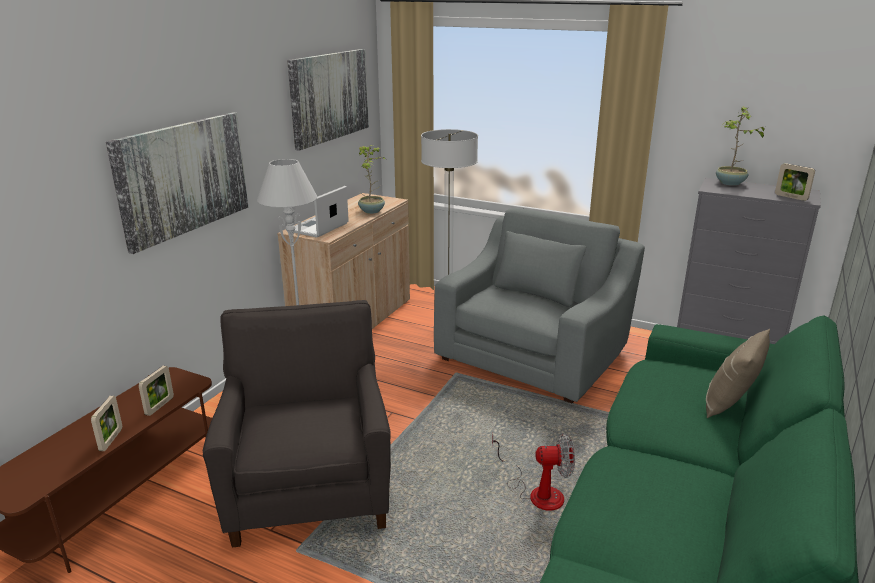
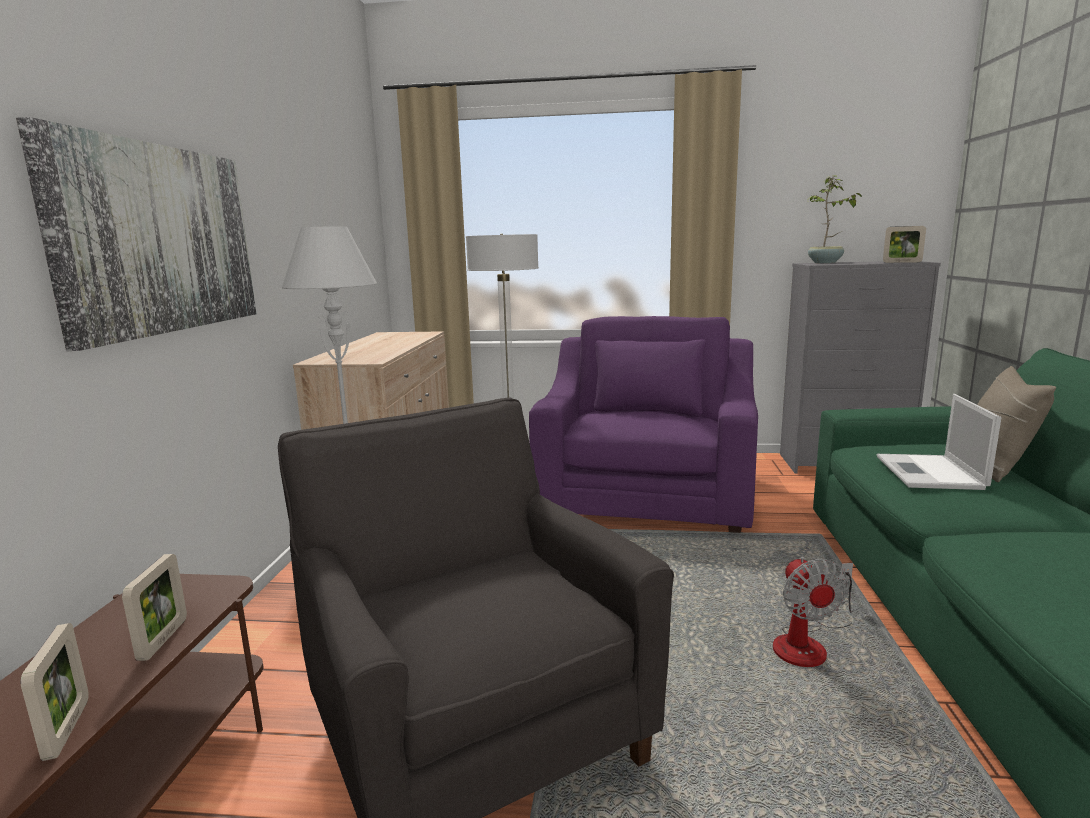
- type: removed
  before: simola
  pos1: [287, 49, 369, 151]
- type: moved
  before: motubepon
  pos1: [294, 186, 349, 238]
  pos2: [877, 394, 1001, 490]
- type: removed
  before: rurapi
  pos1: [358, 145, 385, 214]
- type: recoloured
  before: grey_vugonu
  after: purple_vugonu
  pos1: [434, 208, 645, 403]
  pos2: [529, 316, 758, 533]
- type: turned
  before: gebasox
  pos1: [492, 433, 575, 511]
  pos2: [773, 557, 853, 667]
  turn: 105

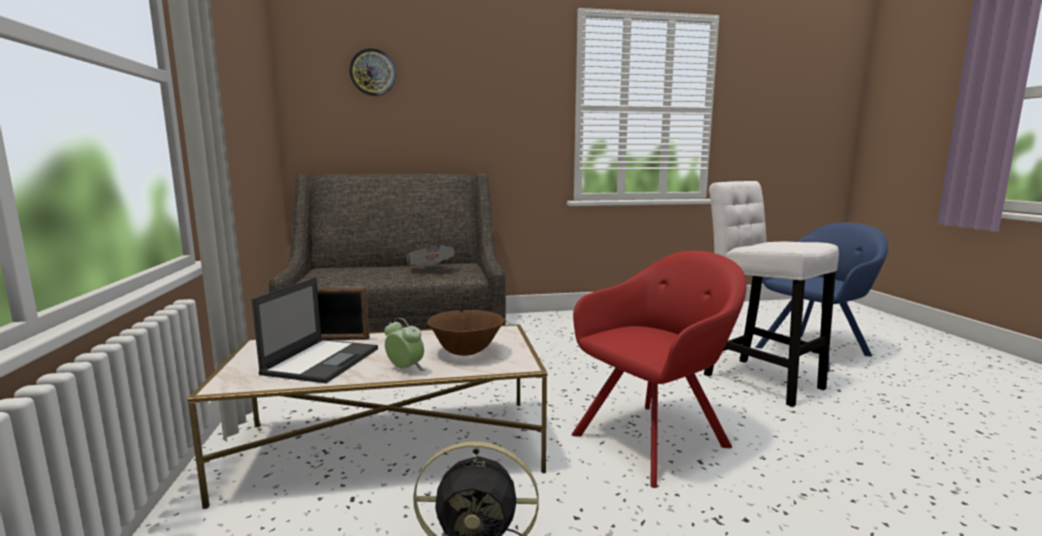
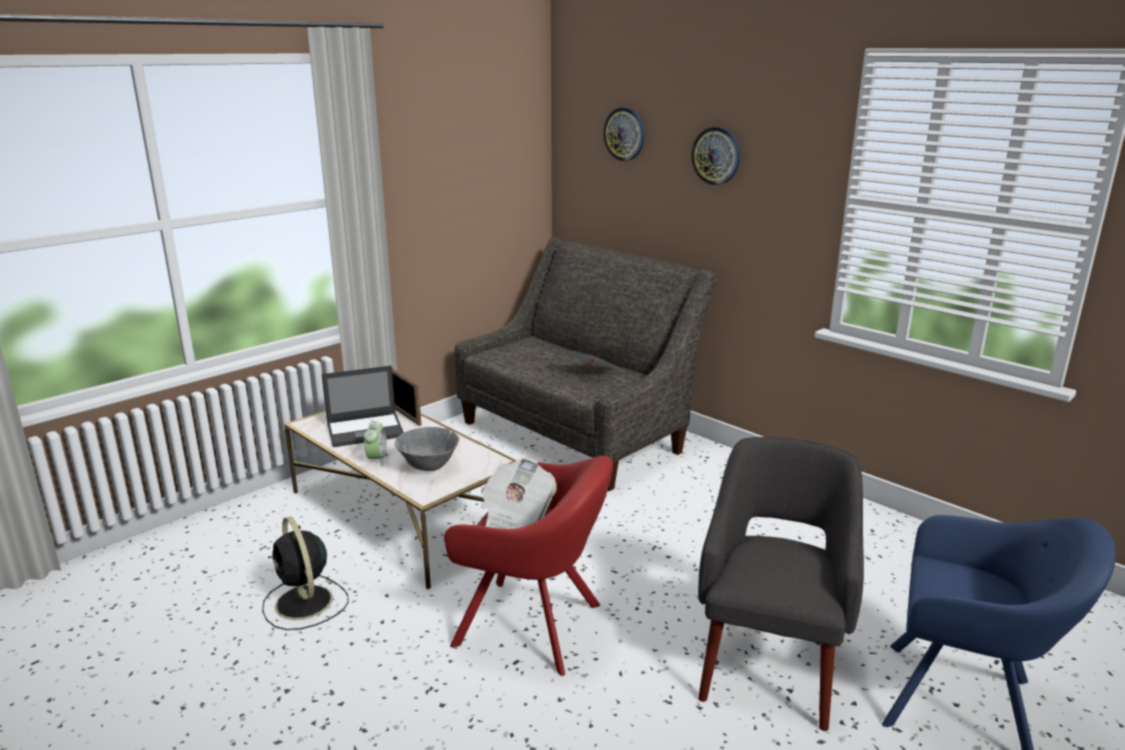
- type: recoloured
  before: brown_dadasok
  after: grey_dadasok
  pos1: [427, 310, 504, 356]
  pos2: [394, 427, 459, 471]
- type: replaced
  before: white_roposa
  after: grey_vugonu
  pos1: [704, 181, 839, 407]
  pos2: [698, 437, 864, 731]
- type: added
  after: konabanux
  pos2: [481, 458, 557, 529]
- type: added
  after: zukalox
  pos2: [691, 127, 740, 185]

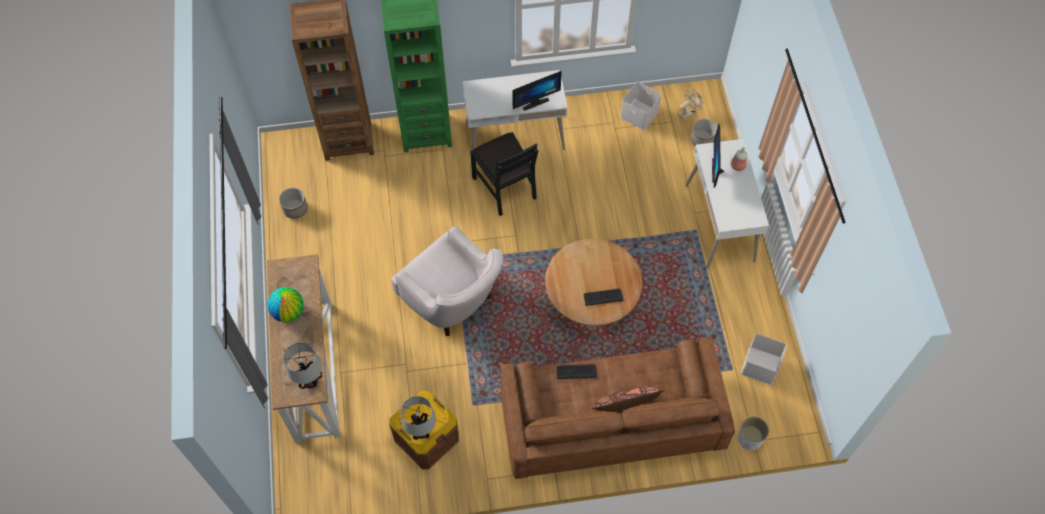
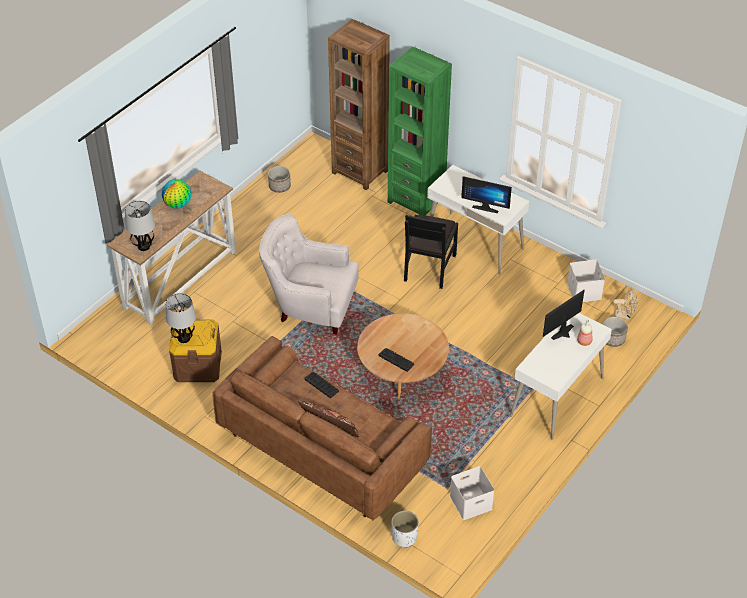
- type: turned
  before: white_vugonu
  pos1: [391, 226, 503, 336]
  pos2: [259, 214, 359, 335]
  turn: 105

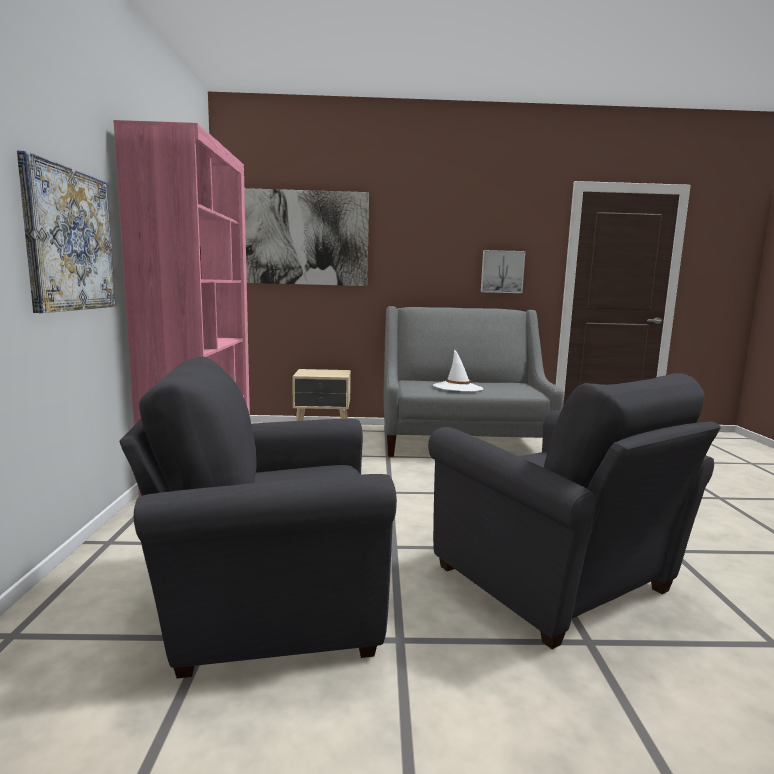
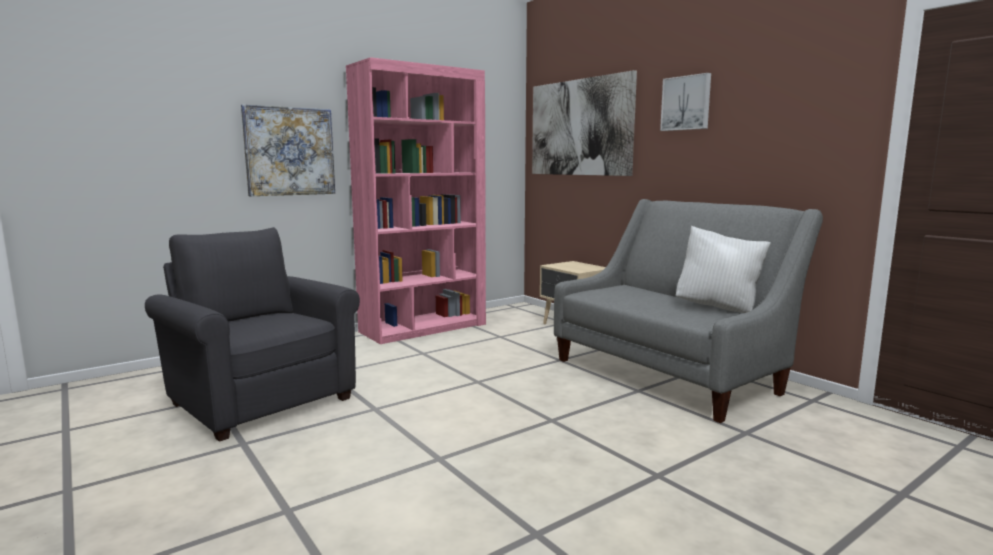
- type: removed
  before: grey_vugonu
  pos1: [428, 373, 721, 649]
- type: removed
  before: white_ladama
  pos1: [433, 350, 483, 391]
- type: moved
  before: simola
  pos1: [481, 250, 525, 293]
  pos2: [660, 73, 711, 131]
- type: added
  after: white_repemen
  pos2: [676, 226, 771, 313]

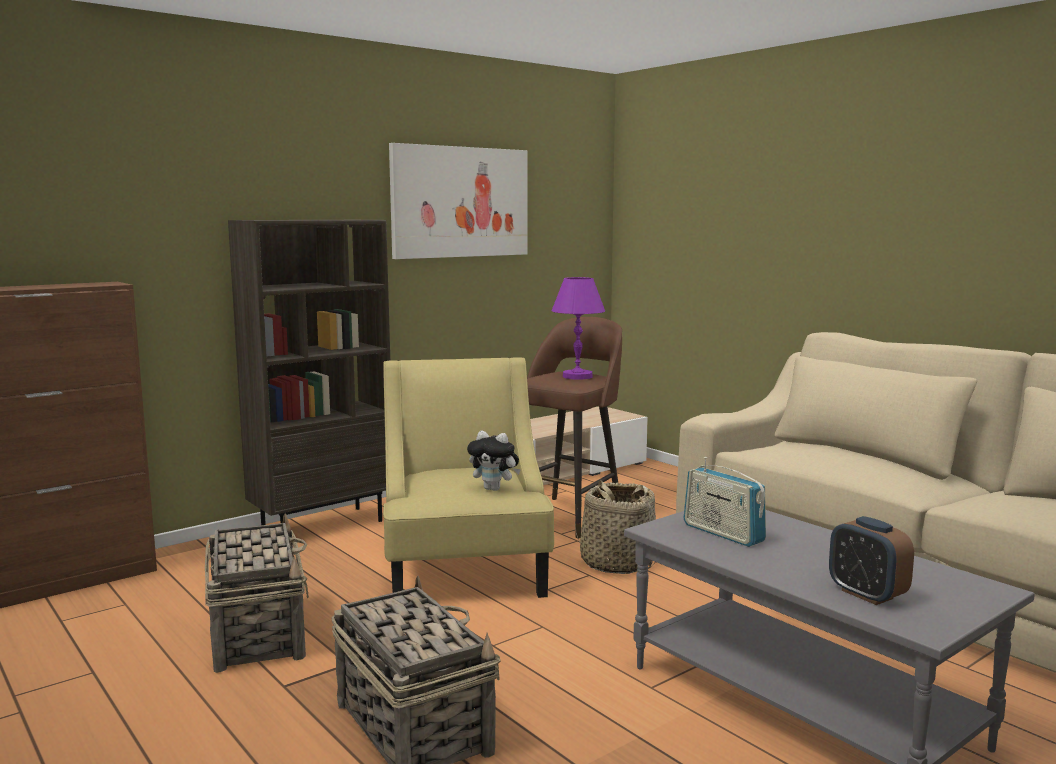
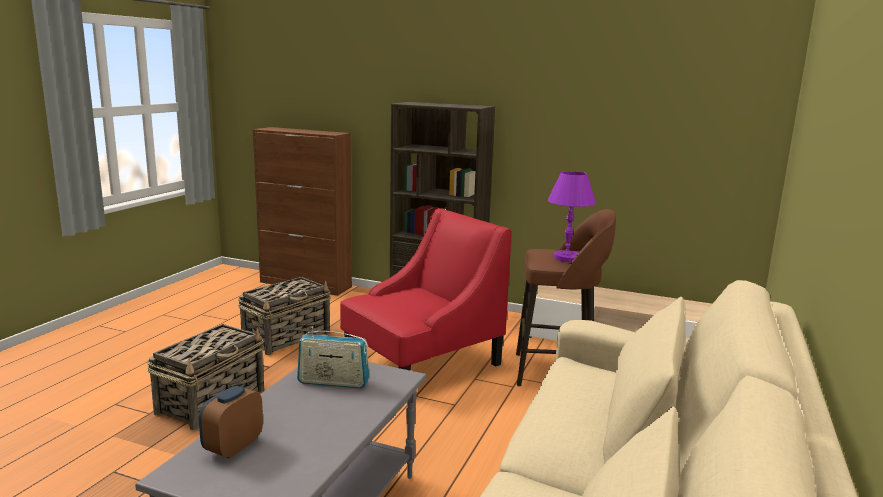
- type: recoloured
  before: yellow_vugonu
  after: red_vugonu
  pos1: [383, 357, 554, 598]
  pos2: [340, 208, 512, 371]
- type: removed
  before: simola
  pos1: [389, 143, 528, 259]
- type: removed
  before: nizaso
  pos1: [467, 431, 521, 491]
- type: removed
  before: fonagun
  pos1: [575, 480, 657, 574]
- type: turned
  before: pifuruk
  pos1: [684, 457, 766, 547]
  pos2: [297, 326, 369, 388]
  turn: -105

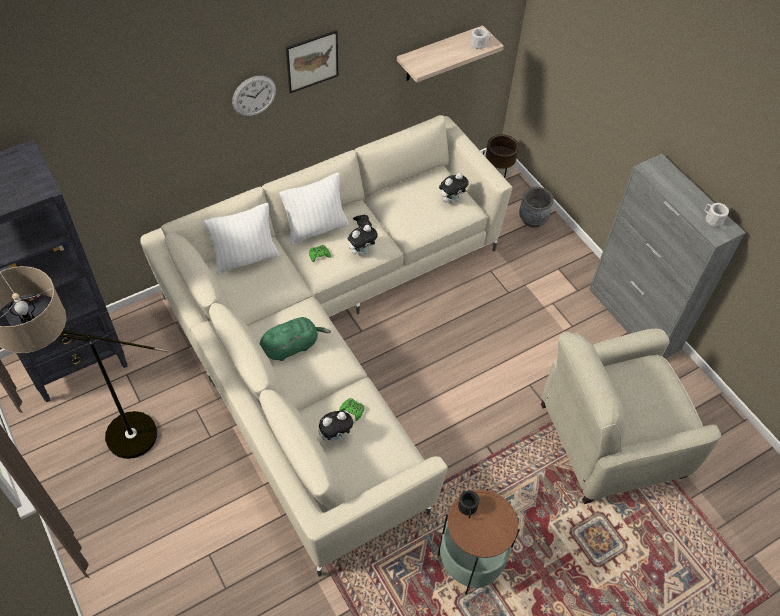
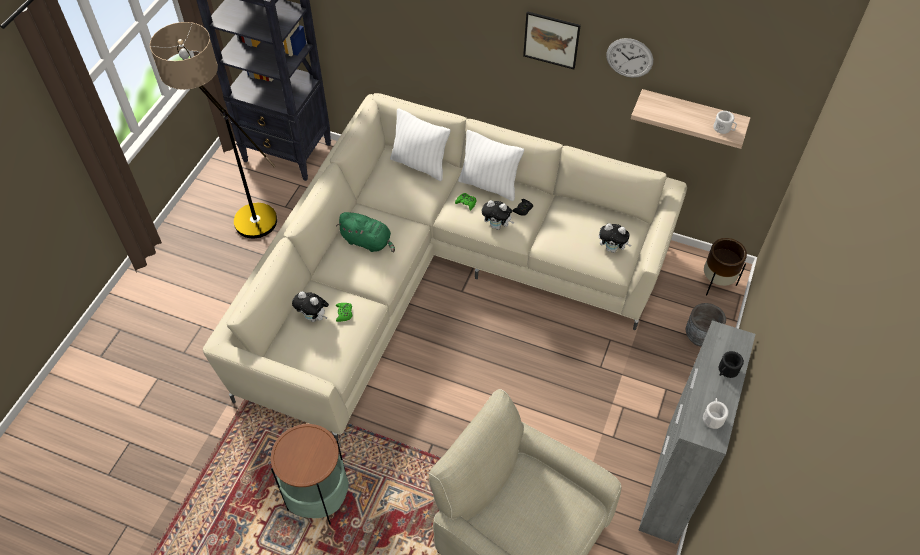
- type: moved
  before: zukalox
  pos1: [232, 76, 276, 116]
  pos2: [606, 38, 653, 78]
- type: moved
  before: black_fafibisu
  pos1: [458, 490, 479, 518]
  pos2: [719, 351, 744, 378]

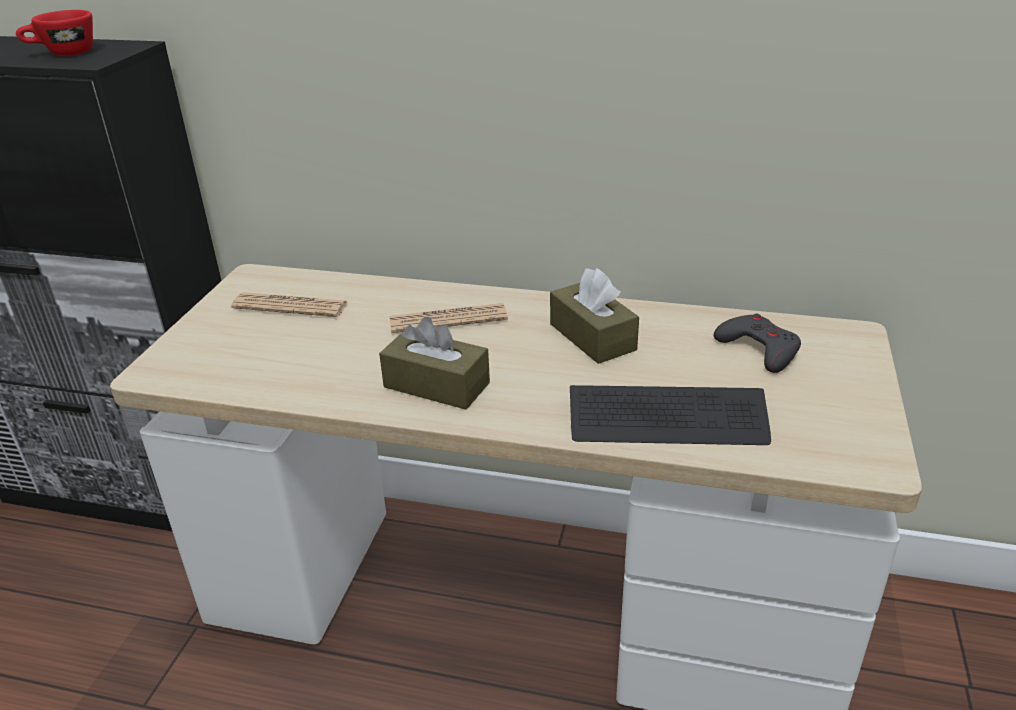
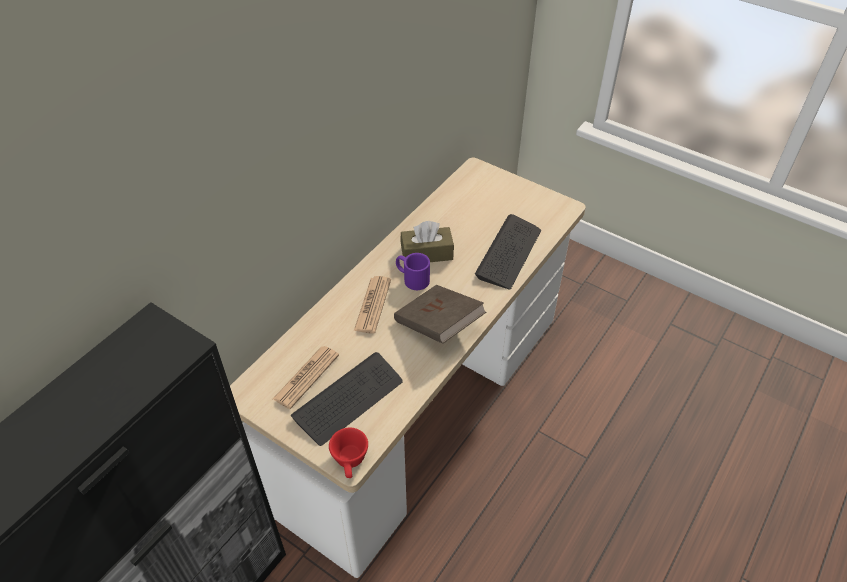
- type: moved
  before: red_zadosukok
  pos1: [16, 10, 93, 56]
  pos2: [329, 428, 368, 478]
- type: replaced
  before: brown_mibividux
  after: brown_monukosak
  pos1: [379, 316, 490, 410]
  pos2: [394, 285, 486, 344]
- type: removed
  before: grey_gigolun
  pos1: [714, 314, 801, 373]
- type: added
  after: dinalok
  pos2: [291, 352, 403, 446]
- type: added
  after: purple_fafibisu
  pos2: [396, 253, 430, 290]

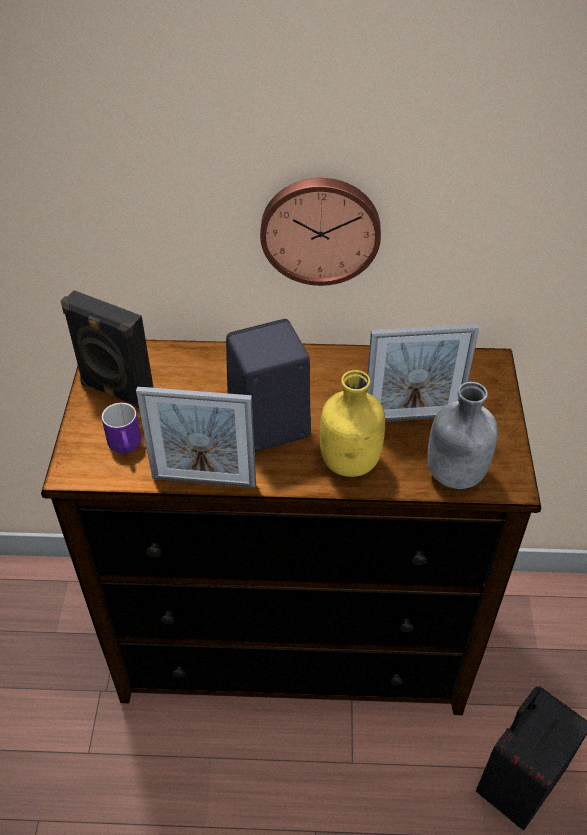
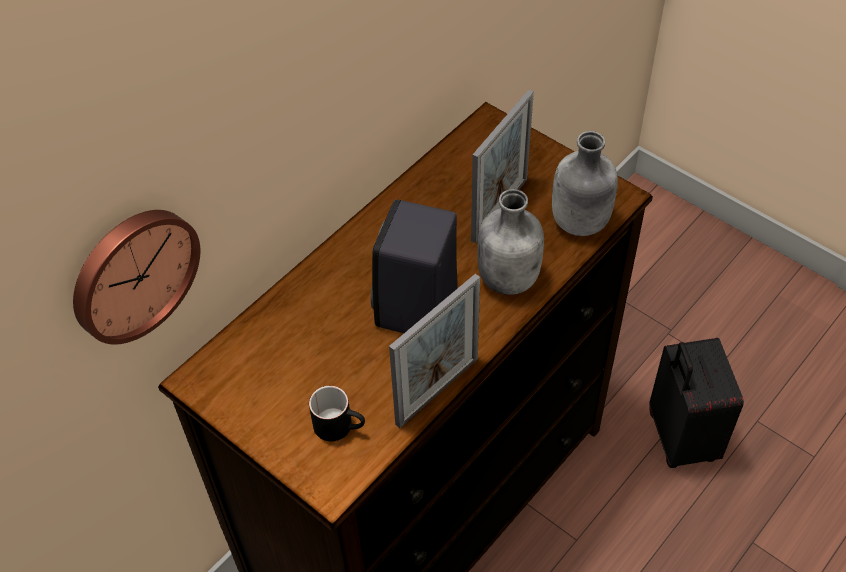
- type: removed
  before: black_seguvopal
  pos1: [60, 290, 154, 408]
- type: recoloured
  before: purple_fafibisu
  after: black_fafibisu
  pos1: [101, 402, 141, 453]
  pos2: [309, 386, 365, 441]
- type: moved
  before: zukalox
  pos1: [260, 178, 381, 286]
  pos2: [73, 210, 200, 345]
- type: recoloured
  before: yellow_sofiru
  after: grey_sofiru
  pos1: [320, 370, 385, 477]
  pos2: [477, 189, 544, 295]

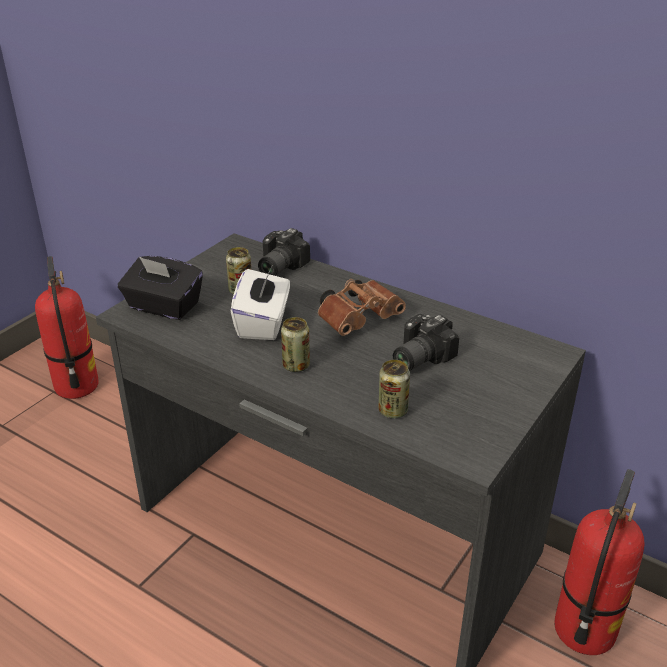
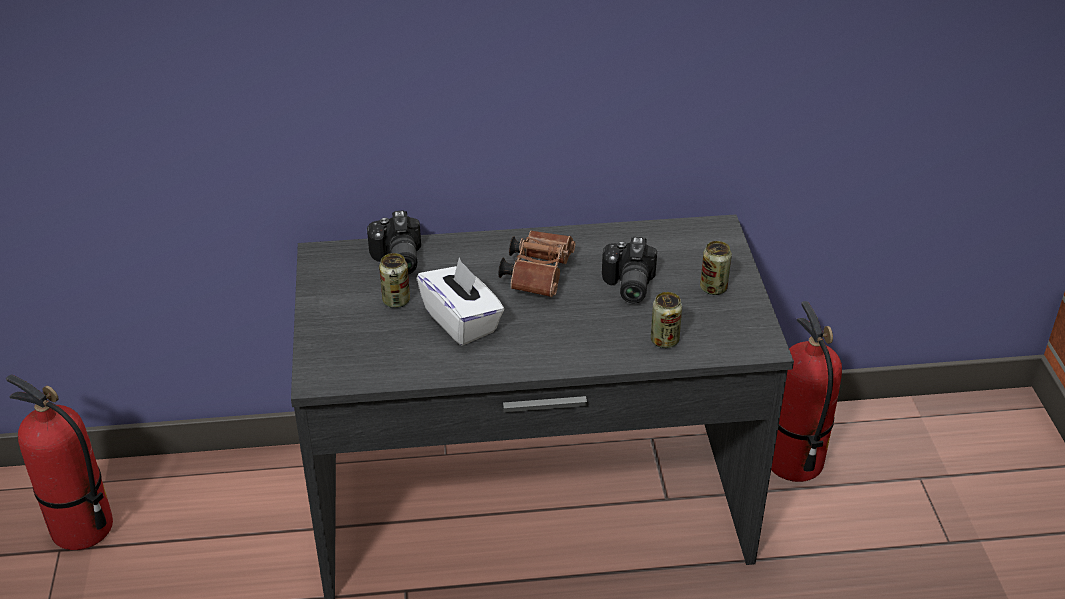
- type: removed
  before: black_mibividux
  pos1: [118, 256, 203, 320]
- type: moved
  before: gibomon
  pos1: [281, 317, 310, 372]
  pos2: [700, 241, 732, 295]

